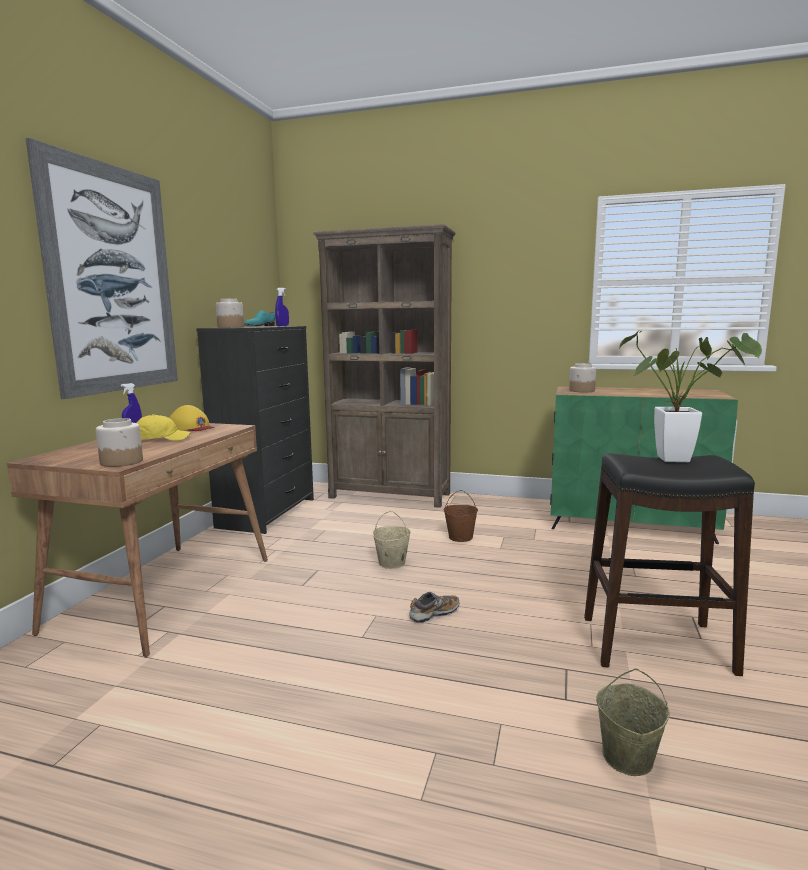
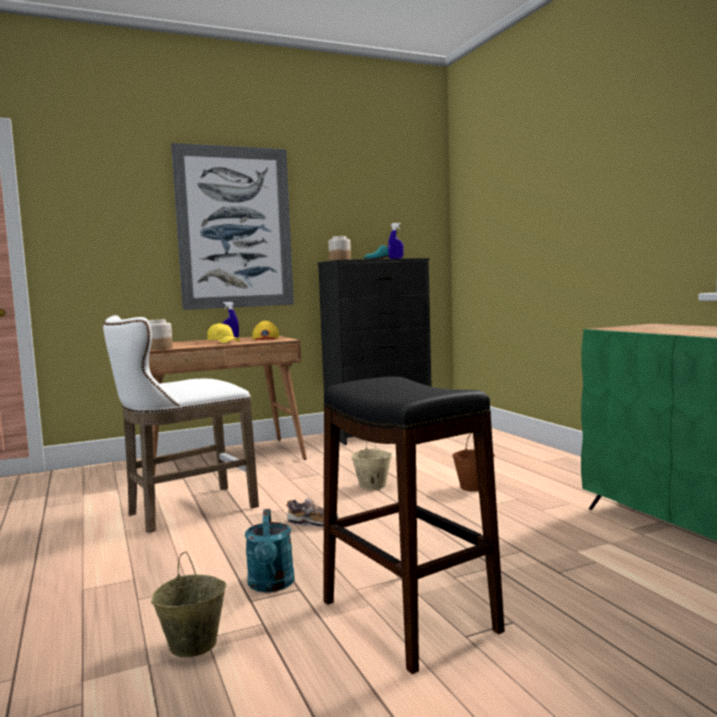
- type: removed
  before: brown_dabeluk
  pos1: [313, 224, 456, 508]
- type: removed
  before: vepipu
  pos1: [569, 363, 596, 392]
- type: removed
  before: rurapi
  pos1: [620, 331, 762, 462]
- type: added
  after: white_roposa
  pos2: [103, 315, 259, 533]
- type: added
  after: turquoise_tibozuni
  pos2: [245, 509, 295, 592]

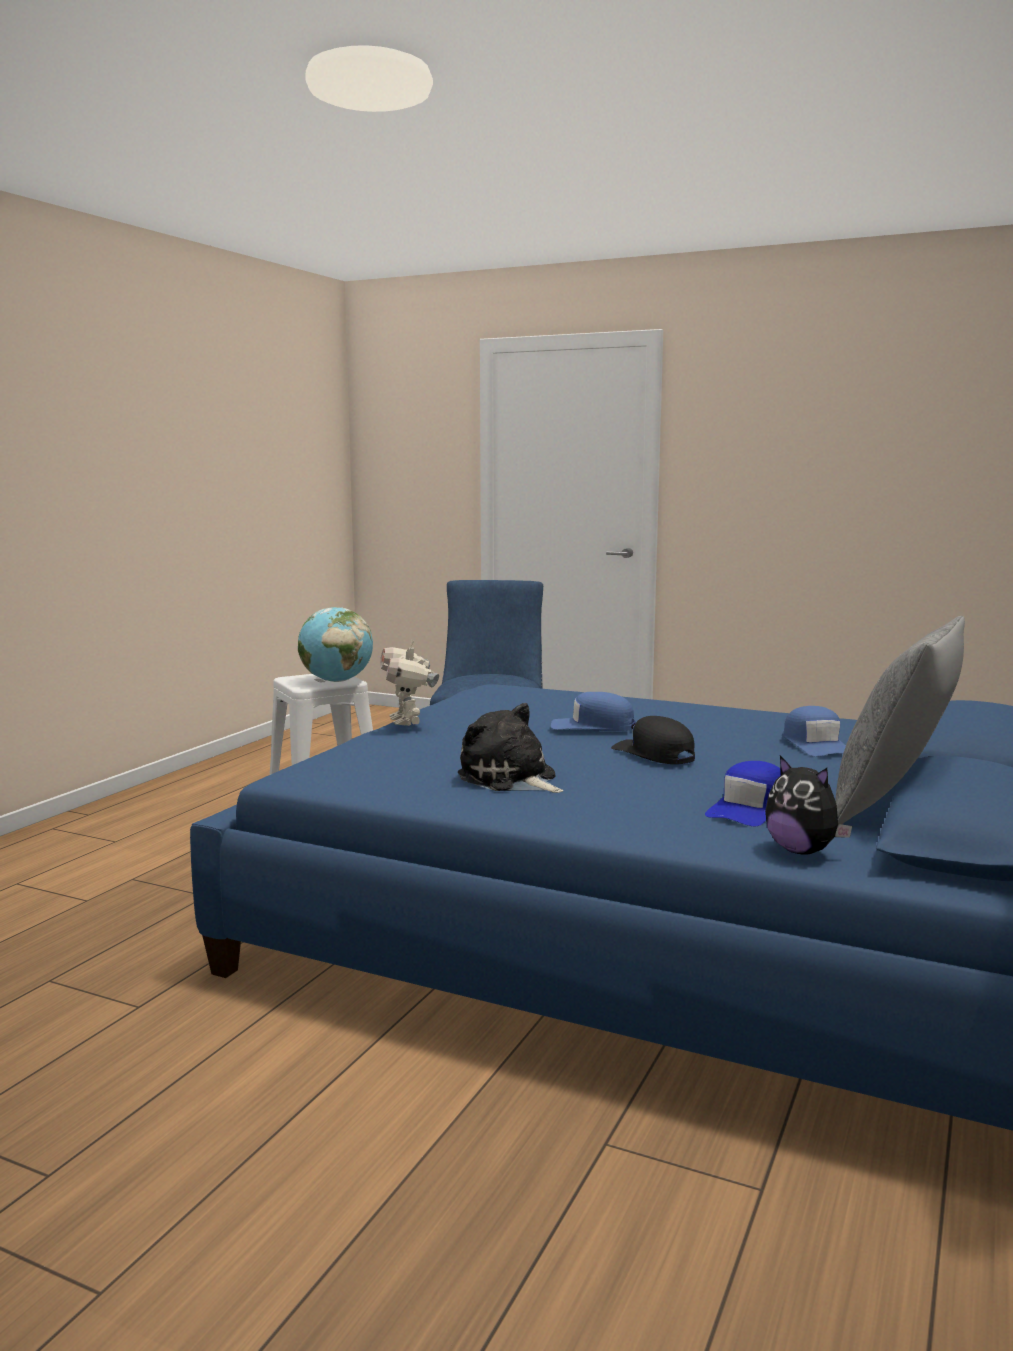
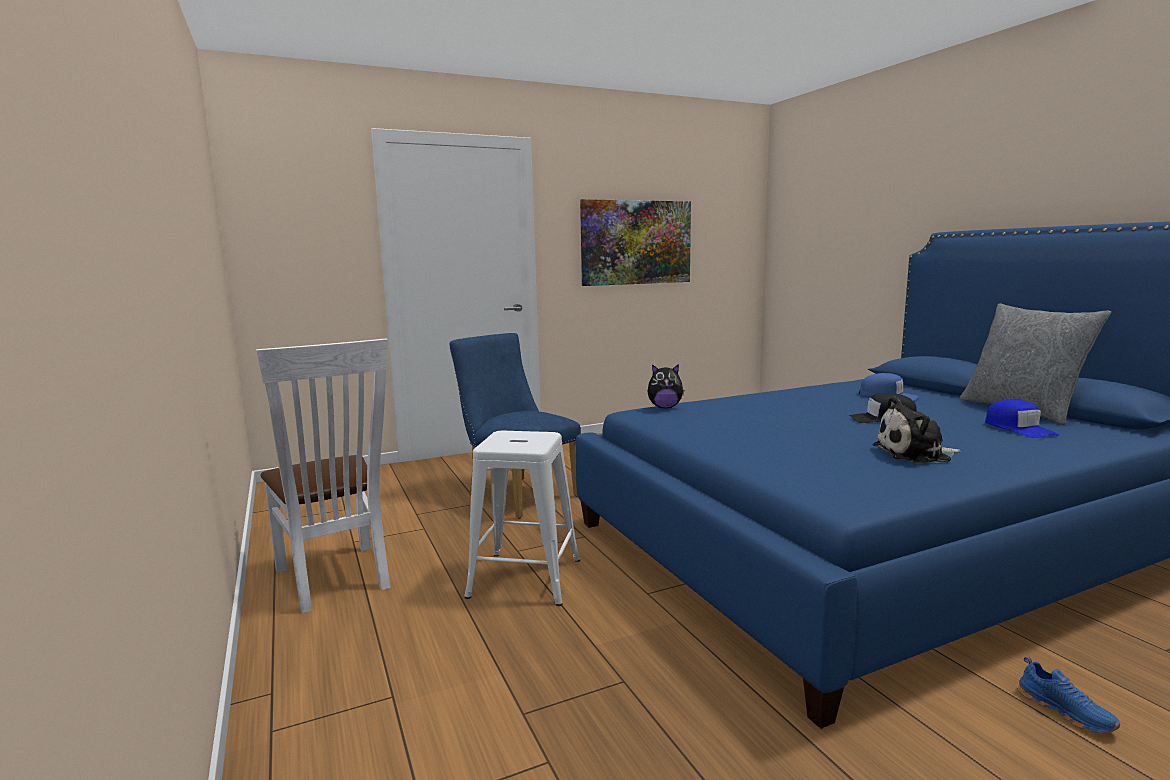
- type: removed
  before: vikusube
  pos1: [298, 607, 373, 682]
- type: removed
  before: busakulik
  pos1: [380, 640, 439, 726]
- type: removed
  before: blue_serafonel
  pos1: [551, 692, 635, 731]
- type: moved
  before: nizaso
  pos1: [765, 756, 852, 855]
  pos2: [647, 364, 684, 408]
- type: added
  after: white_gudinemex
  pos2: [256, 338, 391, 613]
- type: added
  after: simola
  pos2: [580, 199, 691, 286]
- type: added
  after: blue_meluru
  pos2: [1017, 657, 1120, 733]

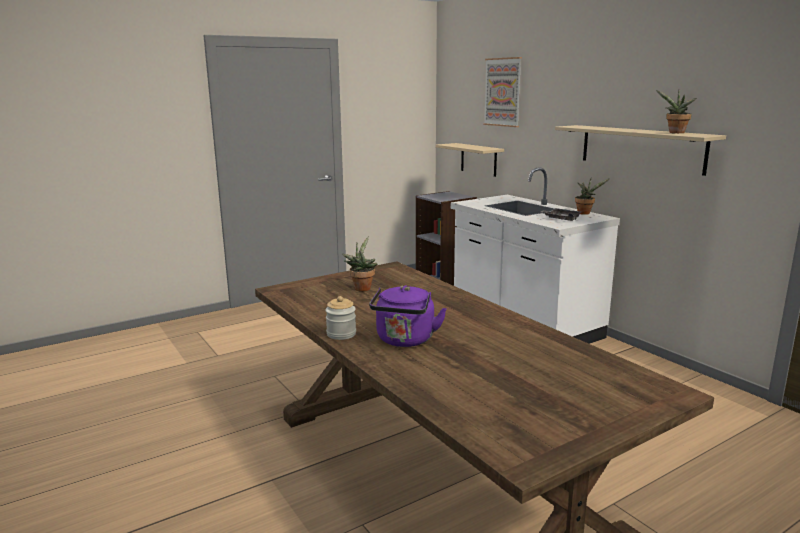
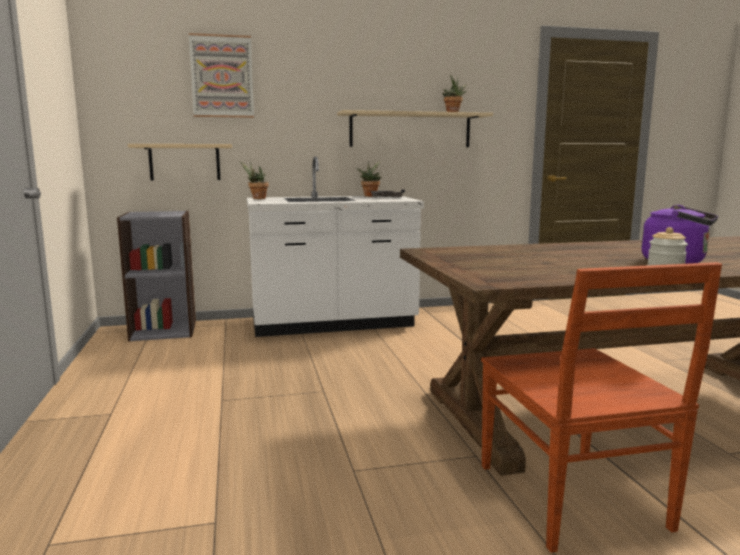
- type: moved
  before: rurapi
  pos1: [342, 237, 378, 291]
  pos2: [241, 162, 269, 199]
- type: added
  after: brown_gudinemex
  pos2: [481, 262, 722, 553]

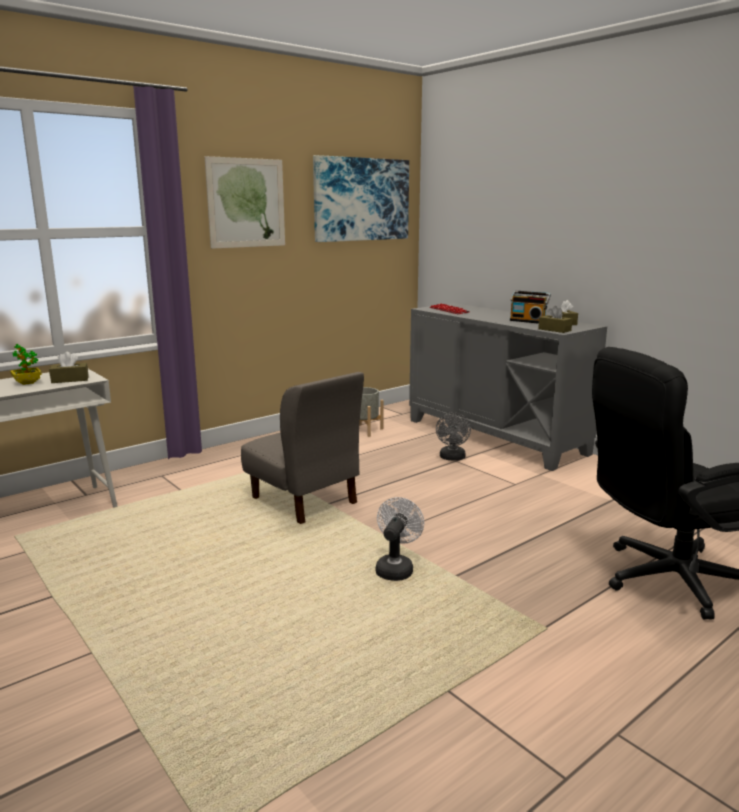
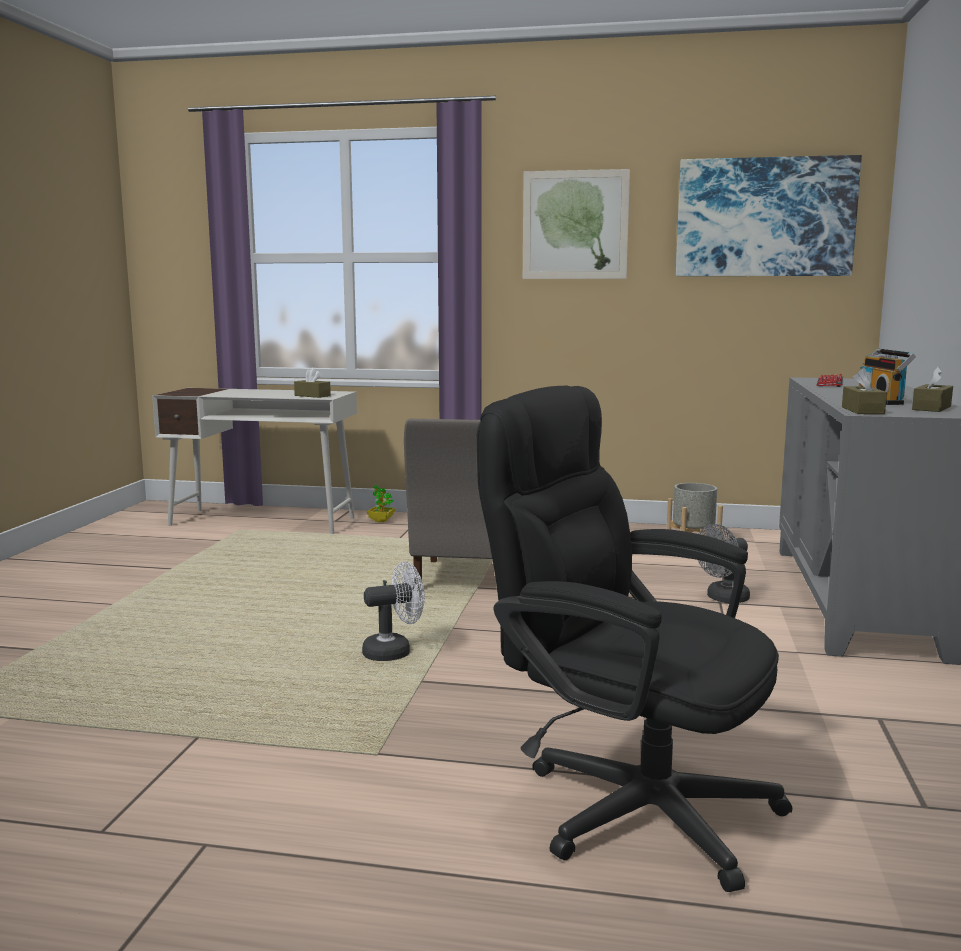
- type: moved
  before: rurapi
  pos1: [10, 344, 42, 385]
  pos2: [367, 485, 395, 522]

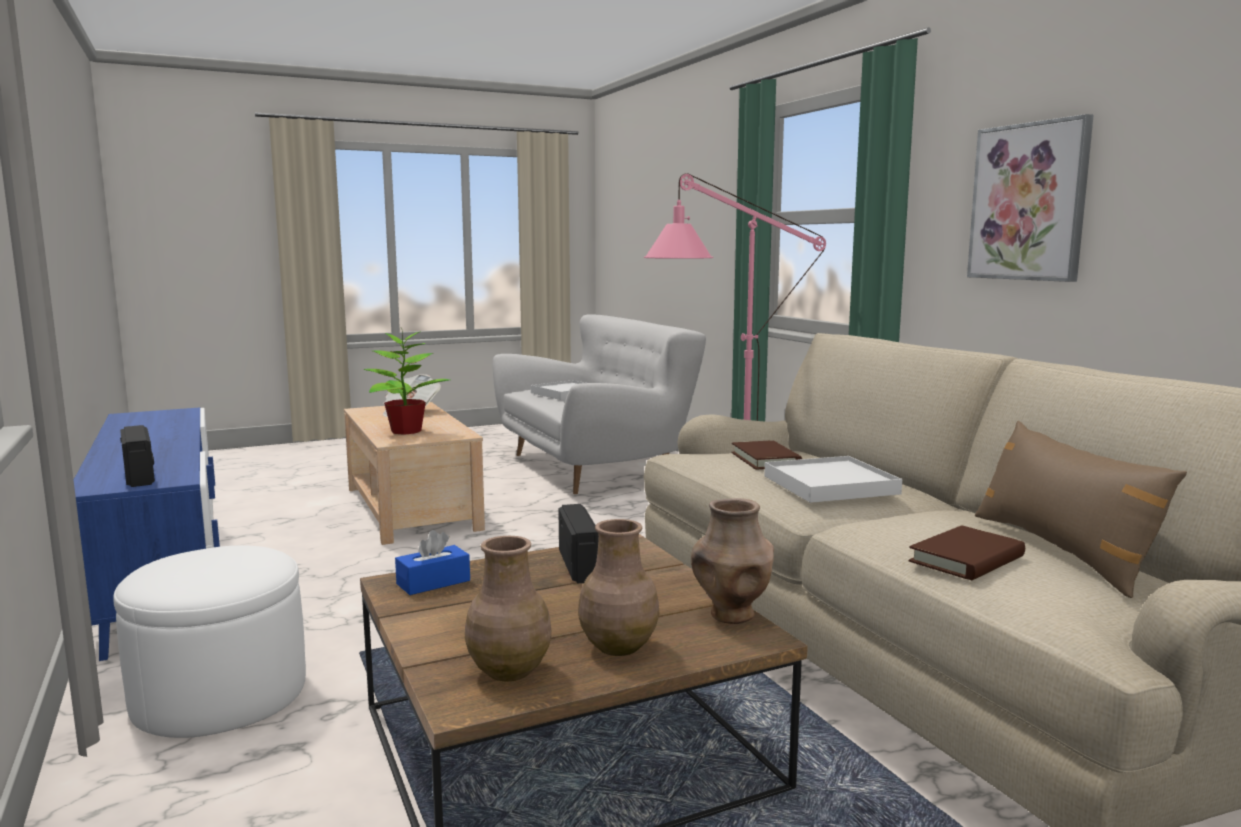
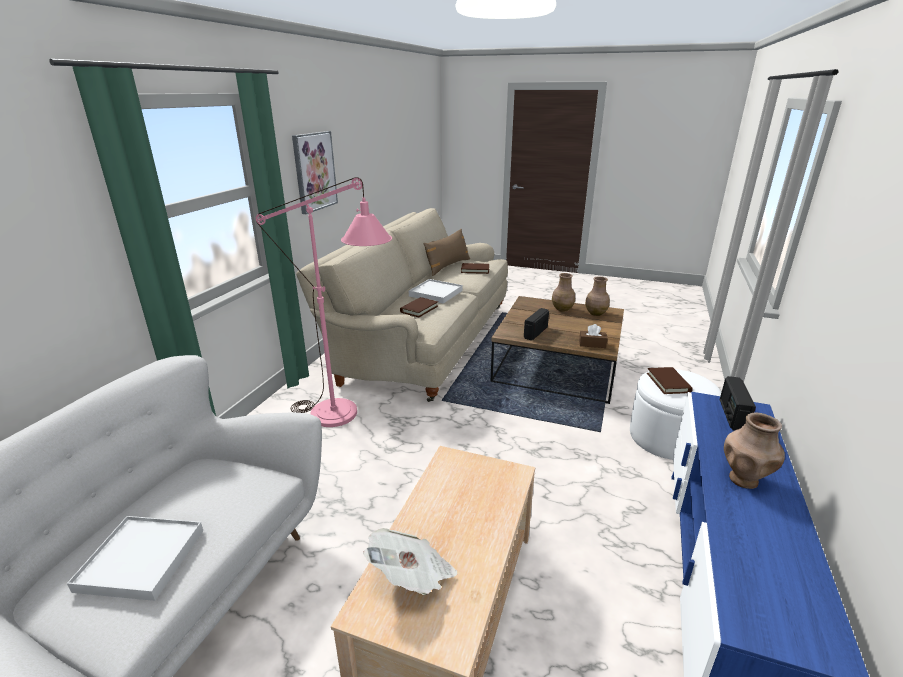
- type: removed
  before: rurapi
  pos1: [363, 328, 450, 435]
- type: recoloured
  before: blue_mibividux
  after: brown_mibividux
  pos1: [395, 530, 470, 595]
  pos2: [579, 324, 608, 348]
- type: moved
  before: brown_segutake
  pos1: [691, 498, 774, 624]
  pos2: [724, 412, 785, 489]
- type: added
  after: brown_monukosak
  pos2: [647, 367, 693, 394]

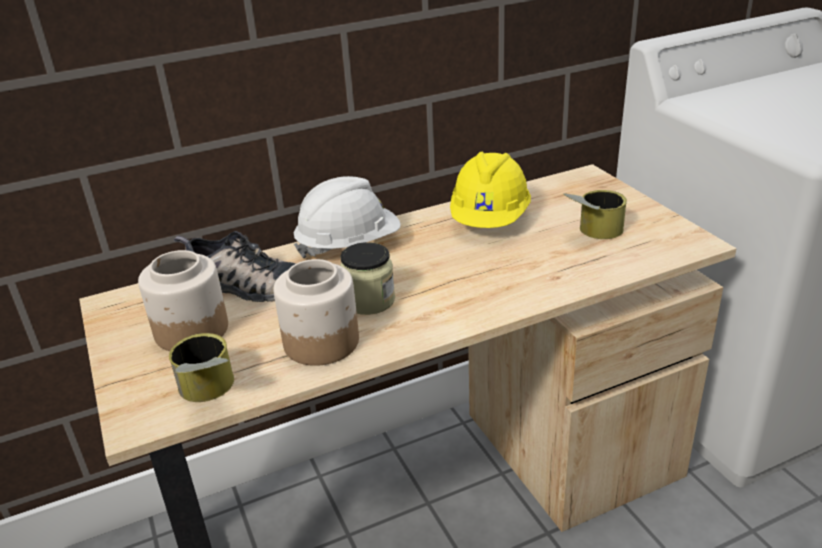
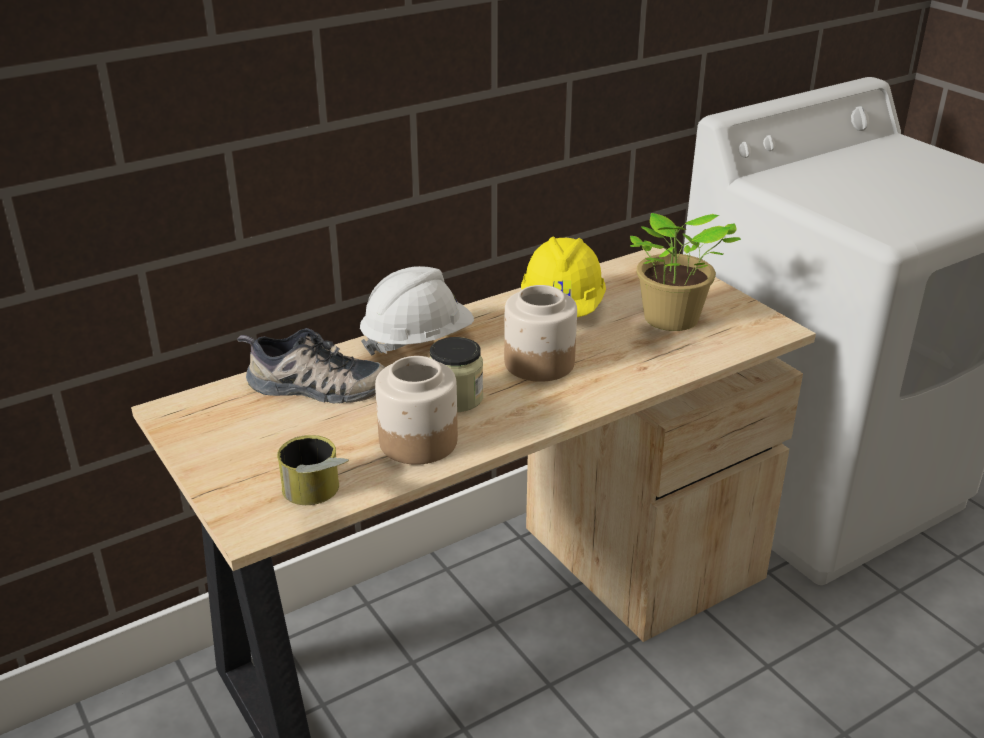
- type: moved
  before: vepipu
  pos1: [138, 250, 228, 351]
  pos2: [504, 285, 577, 382]
- type: replaced
  before: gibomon
  after: rurapi
  pos1: [563, 190, 627, 239]
  pos2: [630, 213, 742, 331]

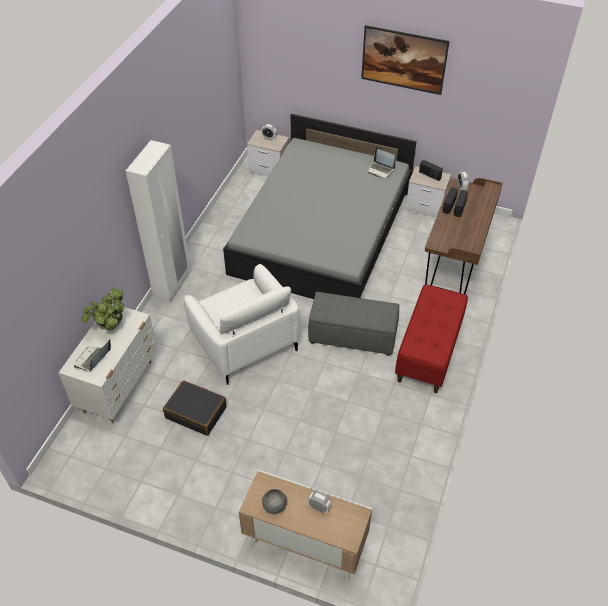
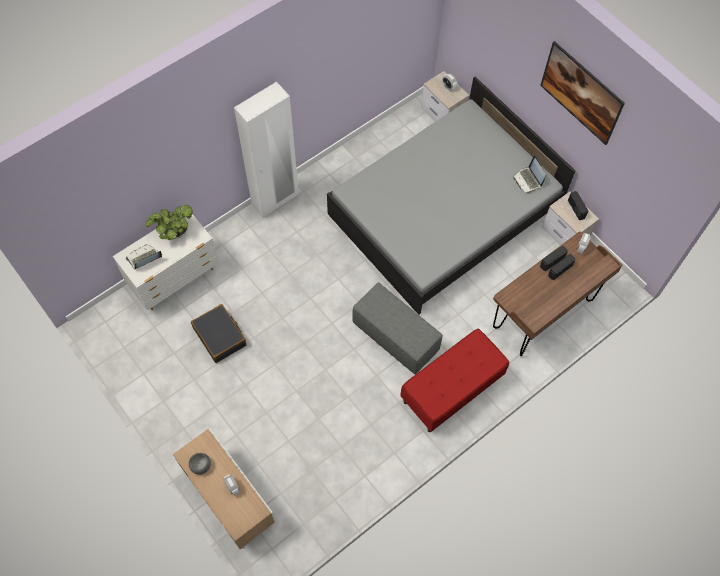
- type: removed
  before: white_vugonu
  pos1: [184, 264, 300, 385]

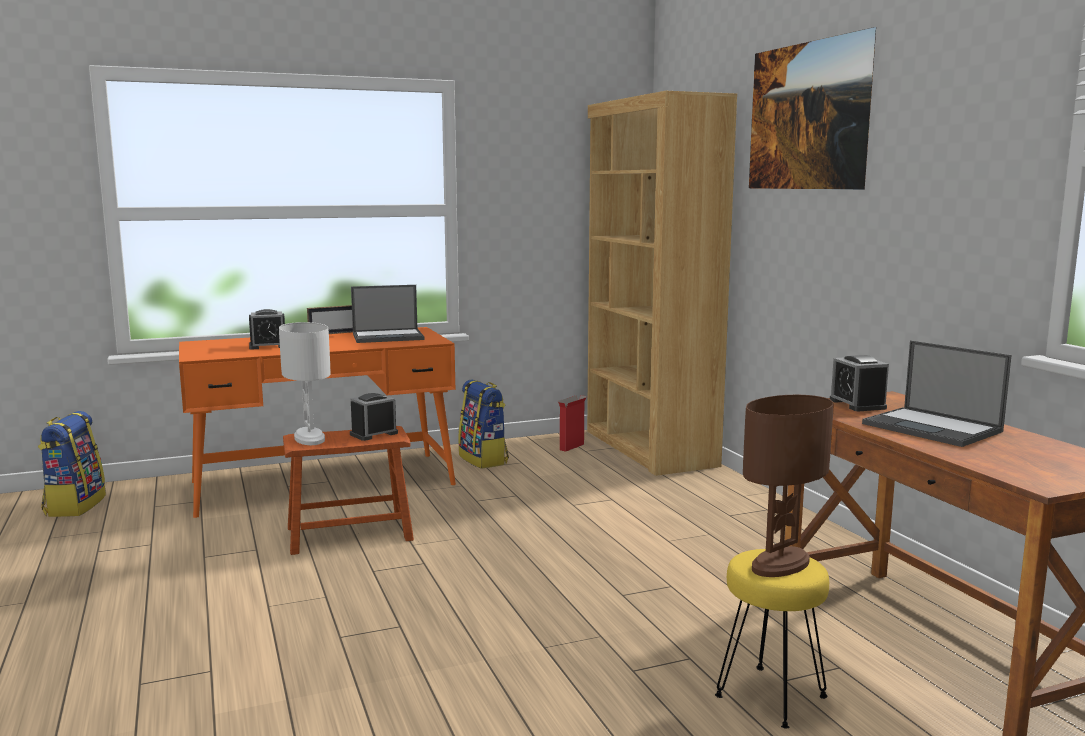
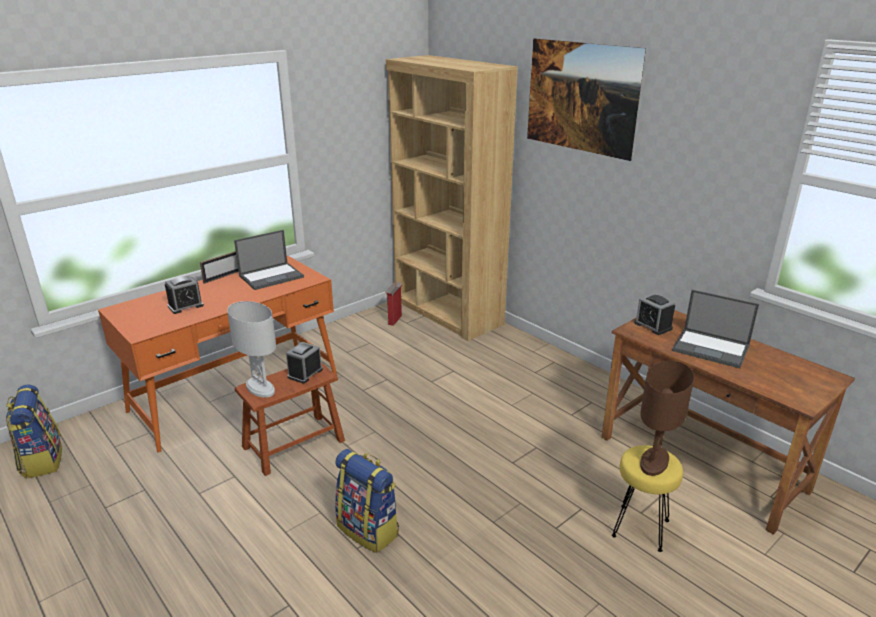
- type: moved
  before: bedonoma
  pos1: [458, 379, 509, 469]
  pos2: [335, 449, 399, 553]

